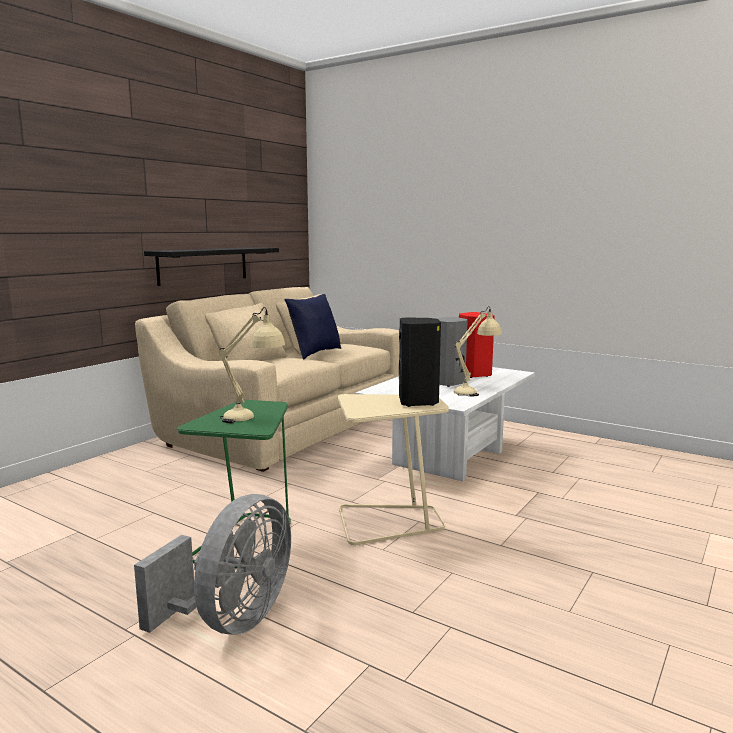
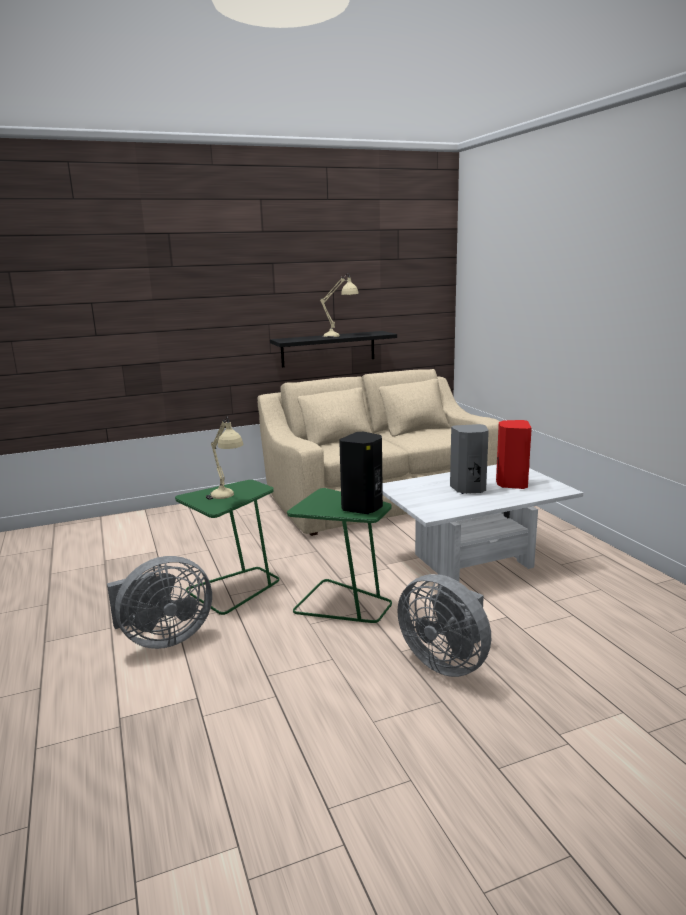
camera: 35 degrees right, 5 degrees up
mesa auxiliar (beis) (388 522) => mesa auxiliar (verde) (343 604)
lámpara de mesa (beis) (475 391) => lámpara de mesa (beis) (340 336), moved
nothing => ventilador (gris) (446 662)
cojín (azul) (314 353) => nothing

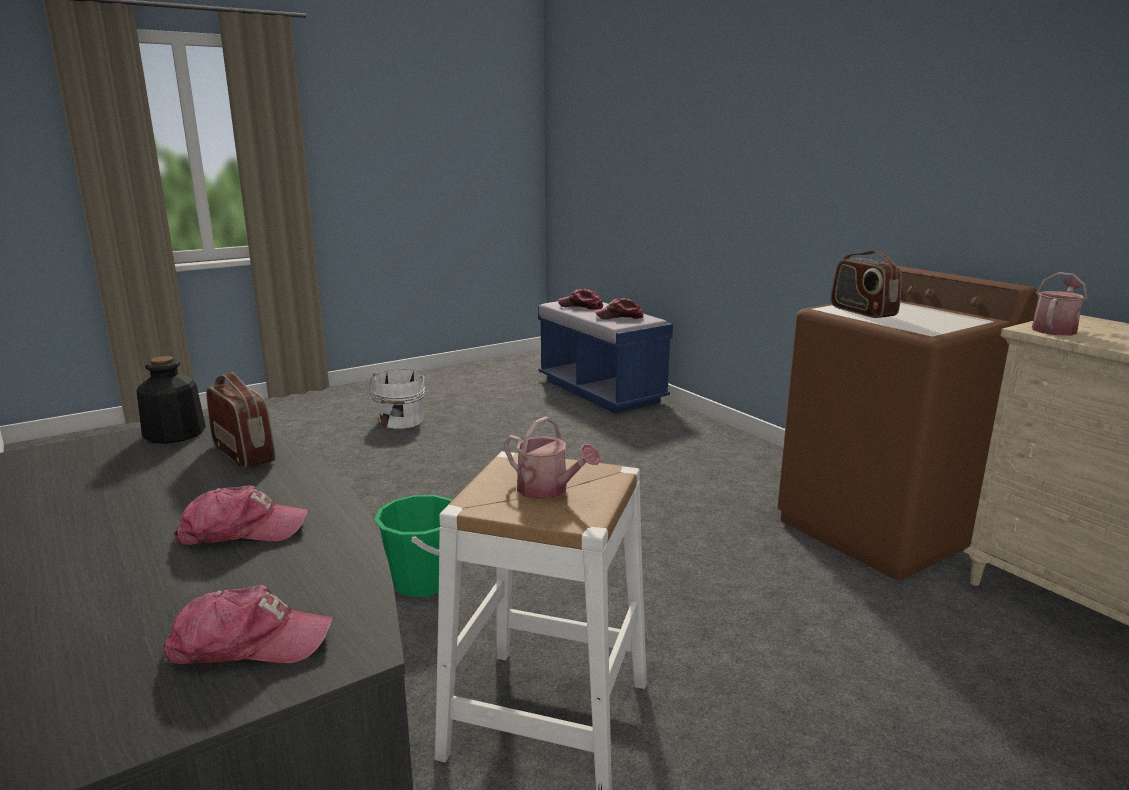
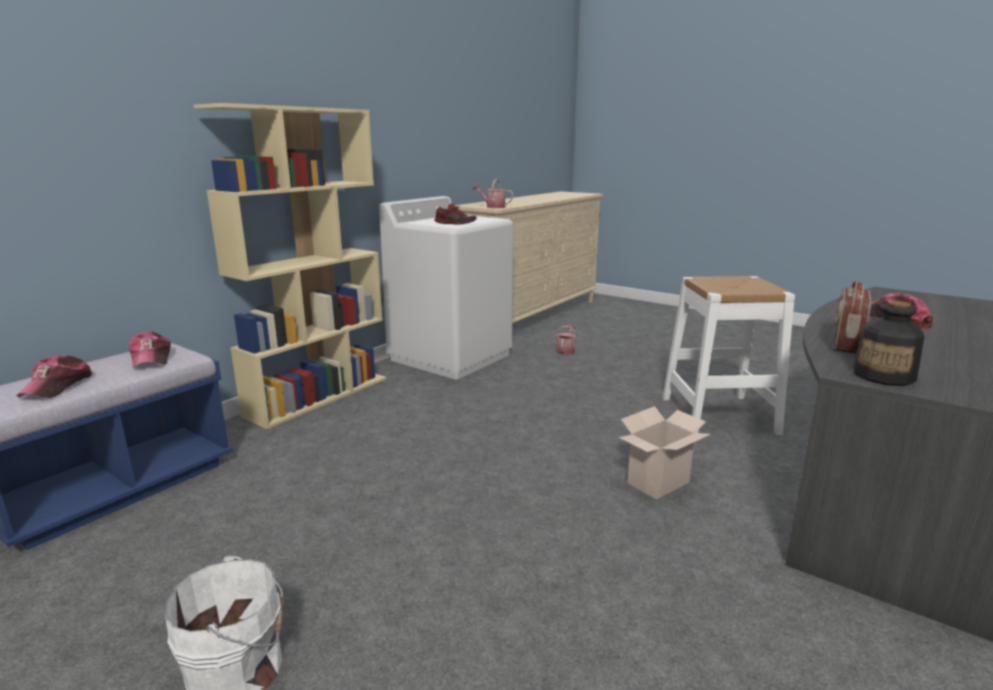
camera: 110 degrees left, 0 degrees up
nothing => estantería (beis) (318 396)
lavadora (marrón) (881 529) => lavadora (blanco) (451 357)
radio (862 312) => zapato (455 223)
regadera (548 490) => regadera (566 350), moved
cubo (verde) (423 582) => caja de cartón (658 484)
gorra (249 644) => nothing

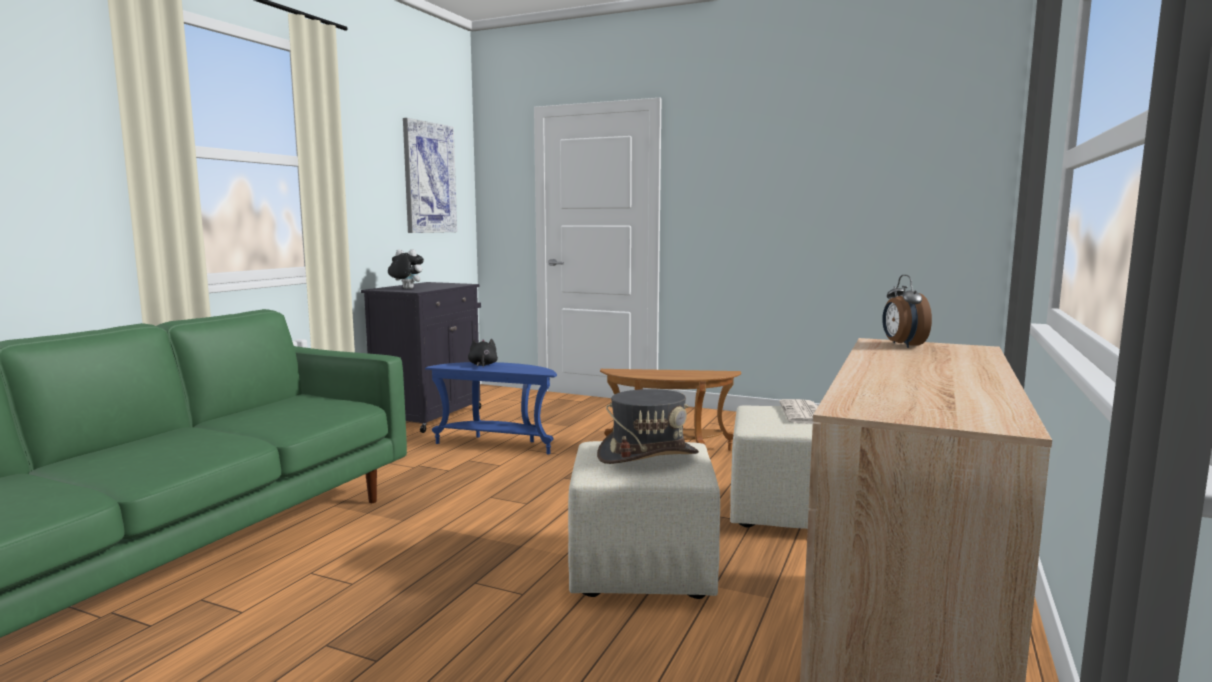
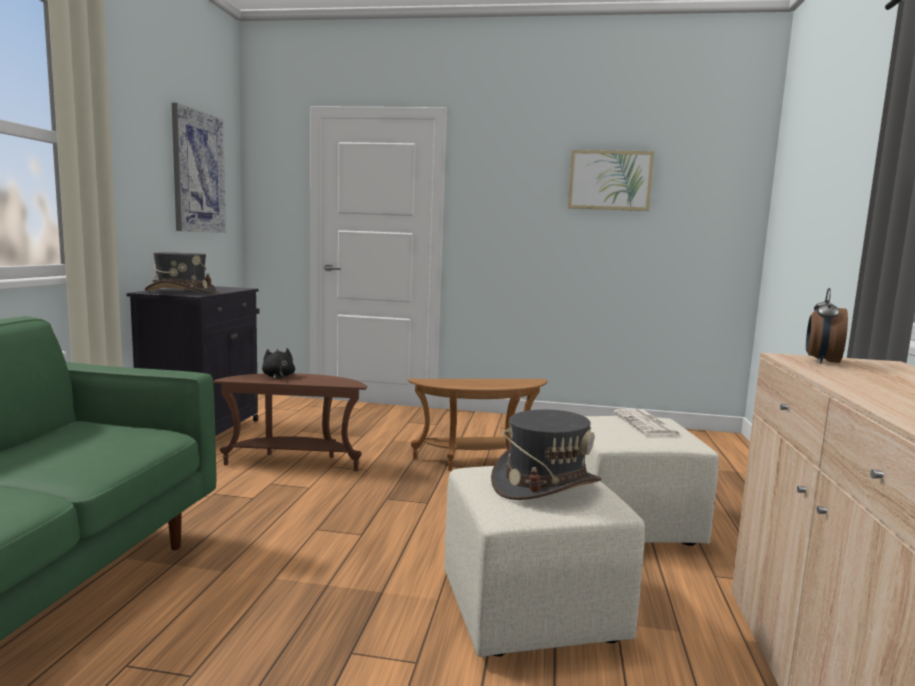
camera: 15 degrees left, 0 degrees up
peluche (406 288) => sombrero (gris) (181 292)
mesa auxiliar (azul) (497 444) => mesa auxiliar (marrón) (295 462)
nothing => cuadro (609 180)
despertador (902 345) => despertador (821 361), 45 degrees clockwise

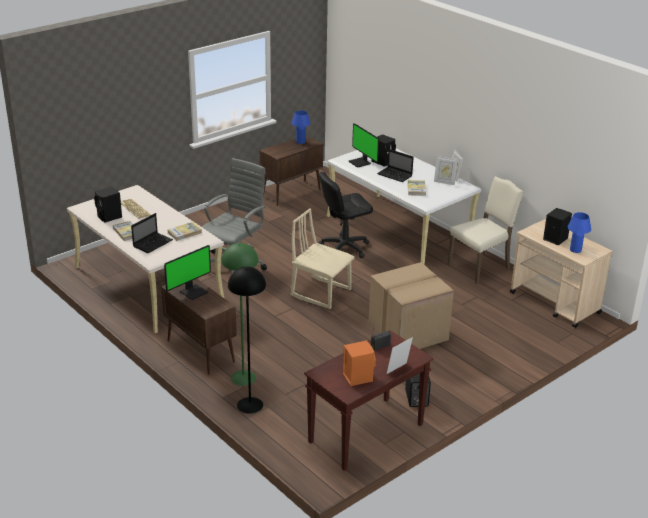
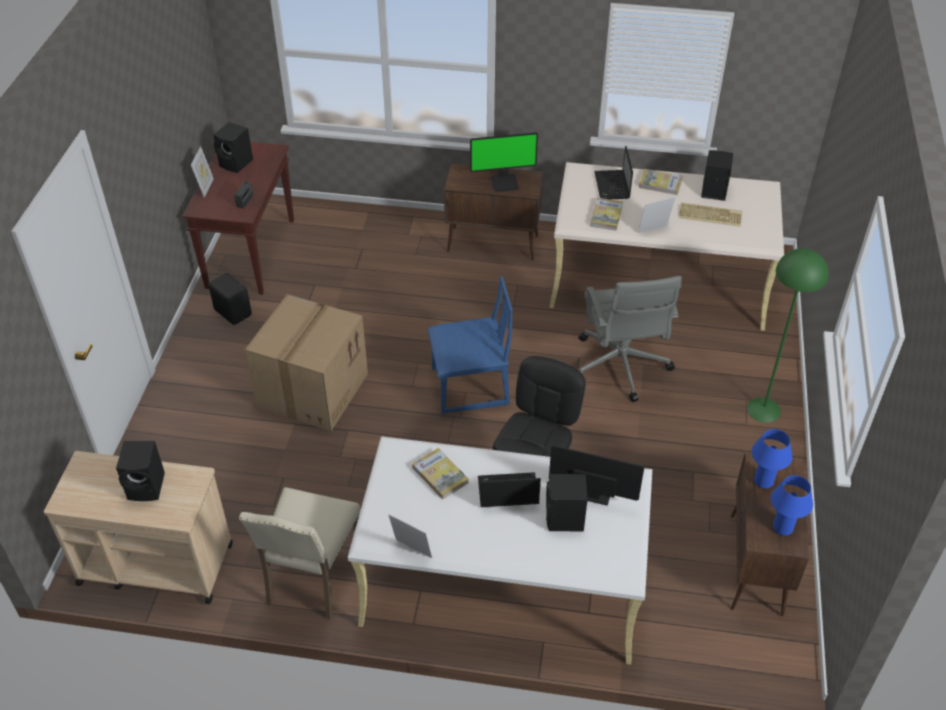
camera: 140 degrees right, 15 degrees up
altavoz (naranja) (357 377) => altavoz (negro) (237 163)
silla (beis) (321 292) => silla (azul) (470 387)
monitor (193 291) => monitor (505 182), 105 degrees counterclockwise
portarretratos (444 182) => portarretratos (654 231), moved
lámpara de pie (verde) (243 377) => lámpara de pie (verde) (764 410), moved
lámpara de mesa (azul) (575 250) => lámpara de mesa (azul) (763 481), moved
lámpara de pie (negro) (249 405) => nothing

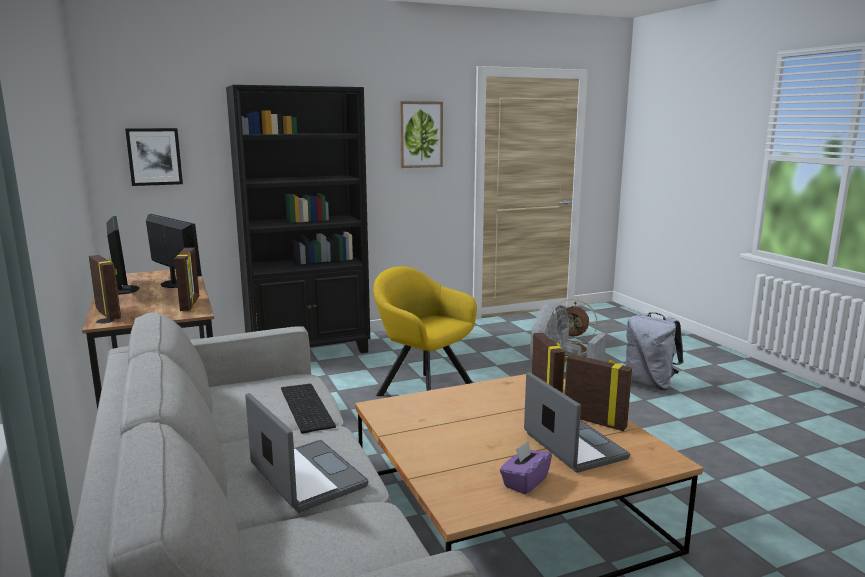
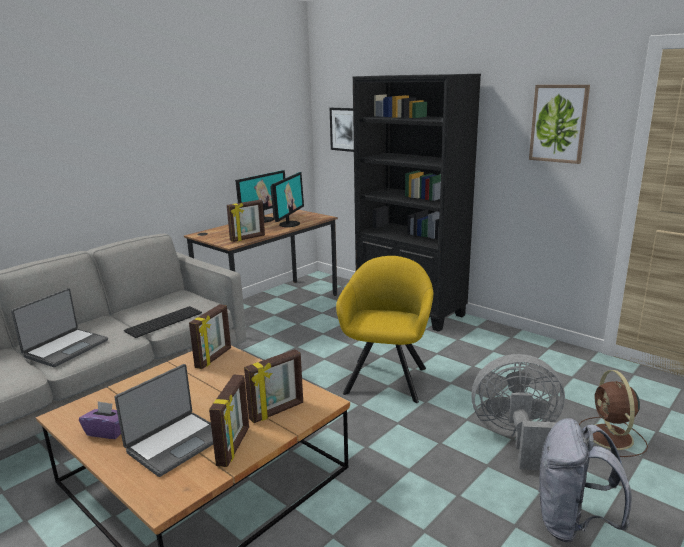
camera: 65 degrees right, 5 degrees up
portarretratos (109 314) => portarretratos (214 358), moved

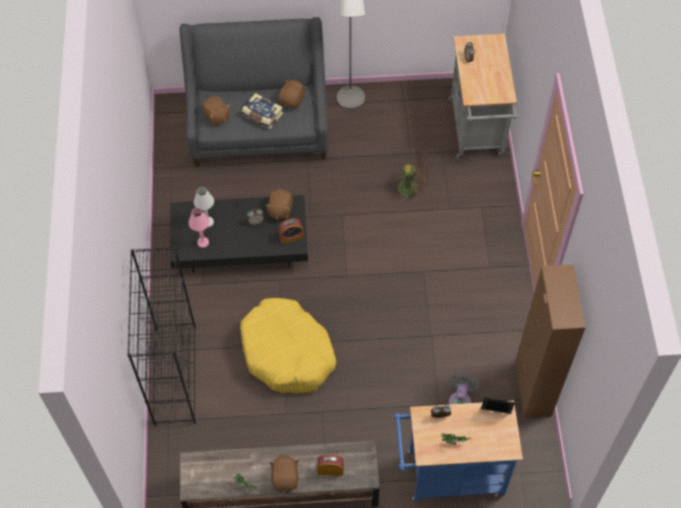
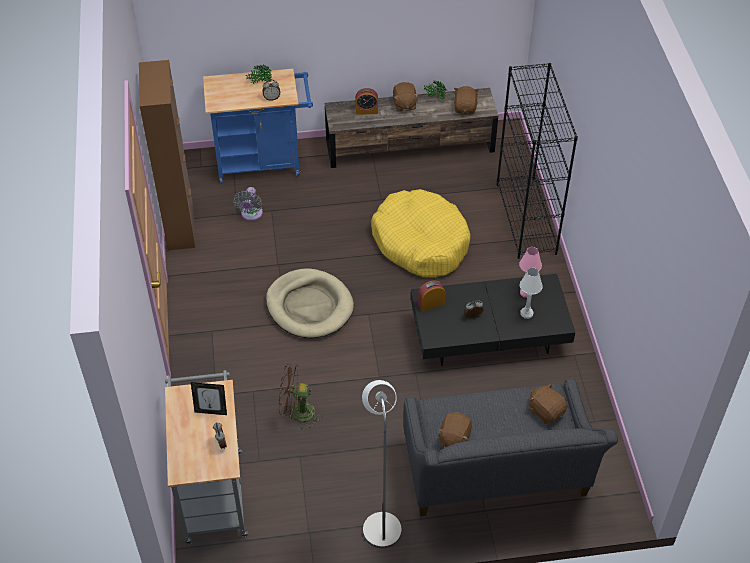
camera: 175 degrees right, 10 degrees down
portarretratos (495 413) => portarretratos (211 411), moved
nothing => cama para perro (beis) (309 306)
peluche (marrón) (280 210) => peluche (marrón) (465 108), moved
libro (262 116) => nothing

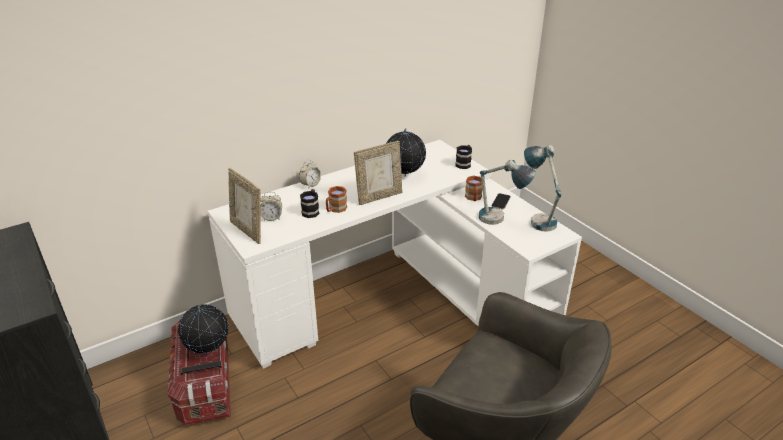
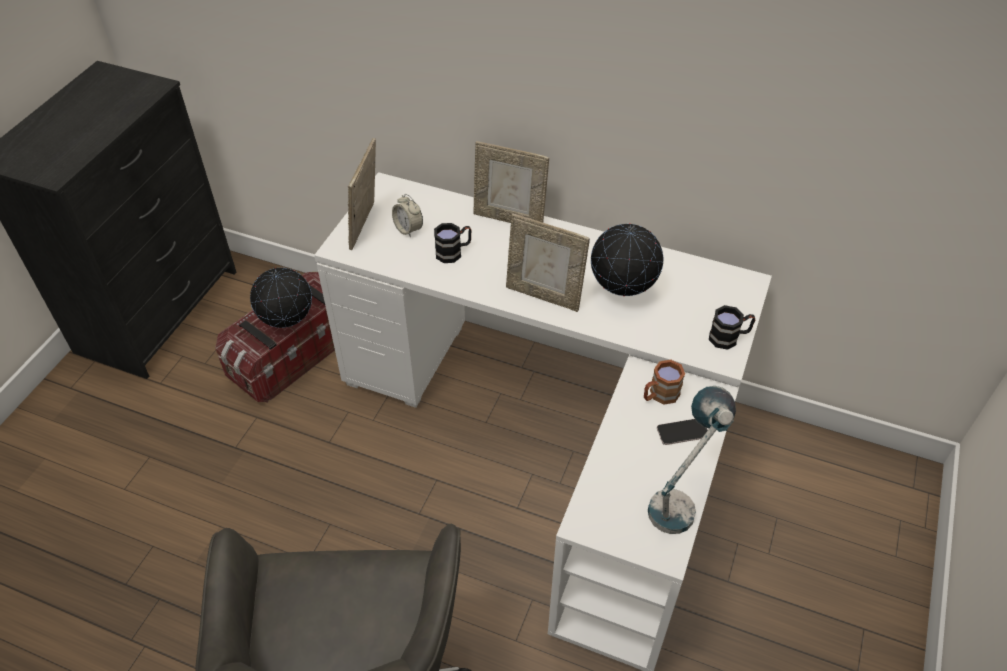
camera: 55 degrees right, 15 degrees up
despertador (310 185) => portarretratos (509 218)
taza grande (marrón) (335 209) => nothing
lámpara de mesa (500 222) => nothing

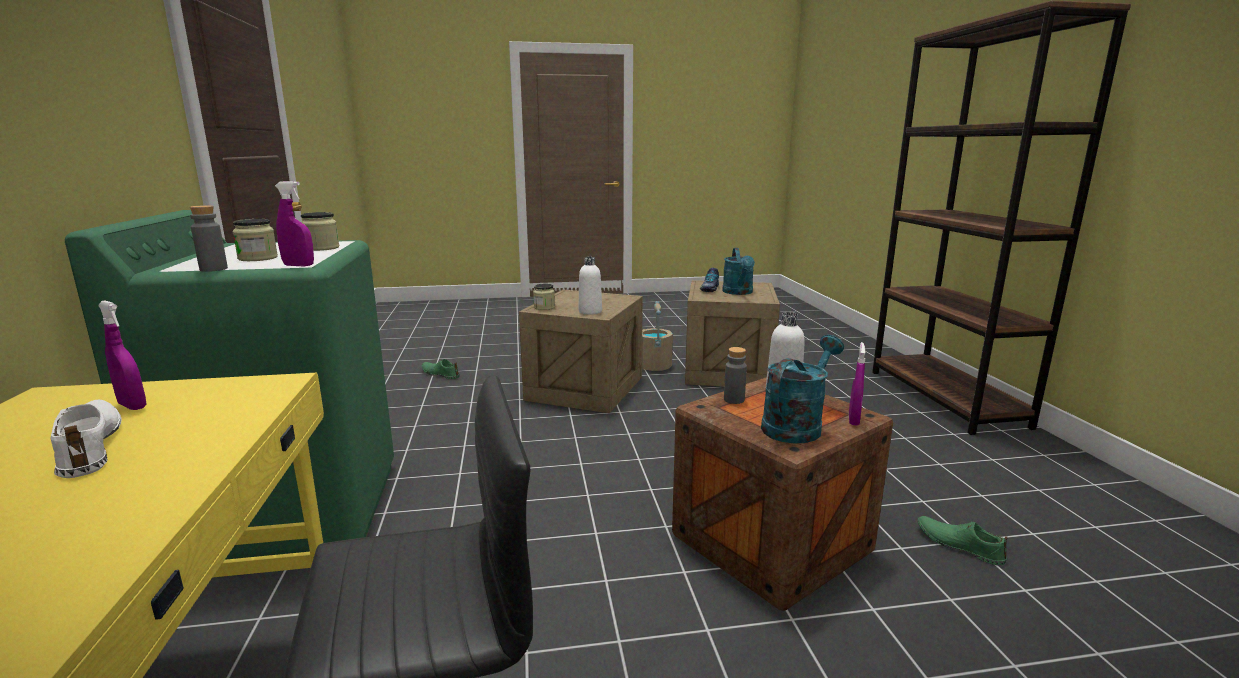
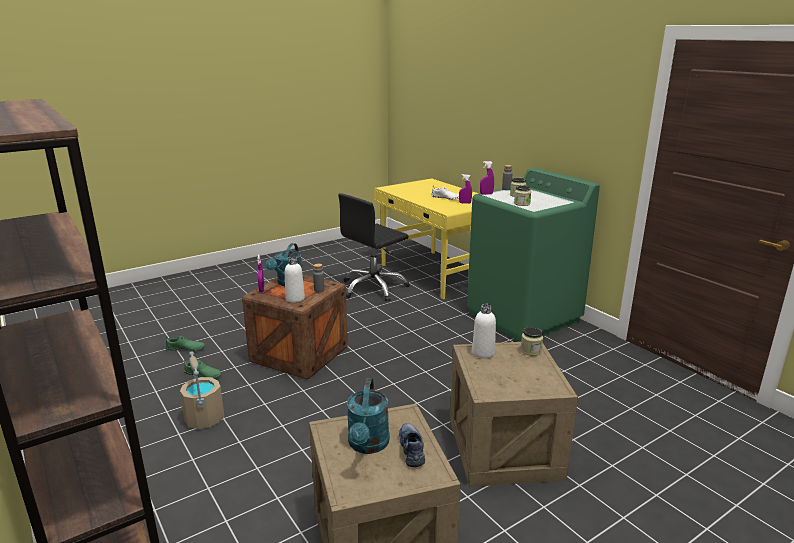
camera: 155 degrees right, 5 degrees up
zapato (verde) (440 374) => zapato (verde) (186 349), moved
cubo (beis) (654 366) => cubo (beis) (204 418), moved
regadera (turquesa) (739 292) => regadera (turquesa) (368 445), 150 degrees counterclockwise

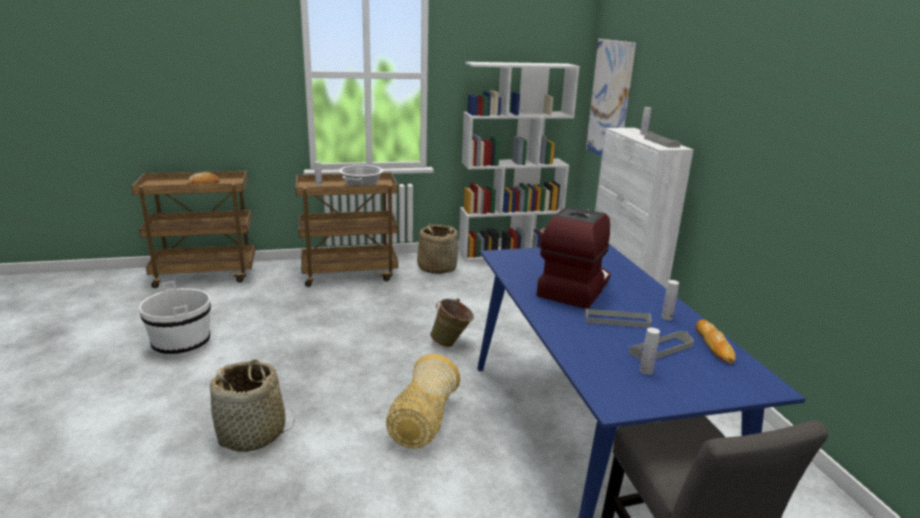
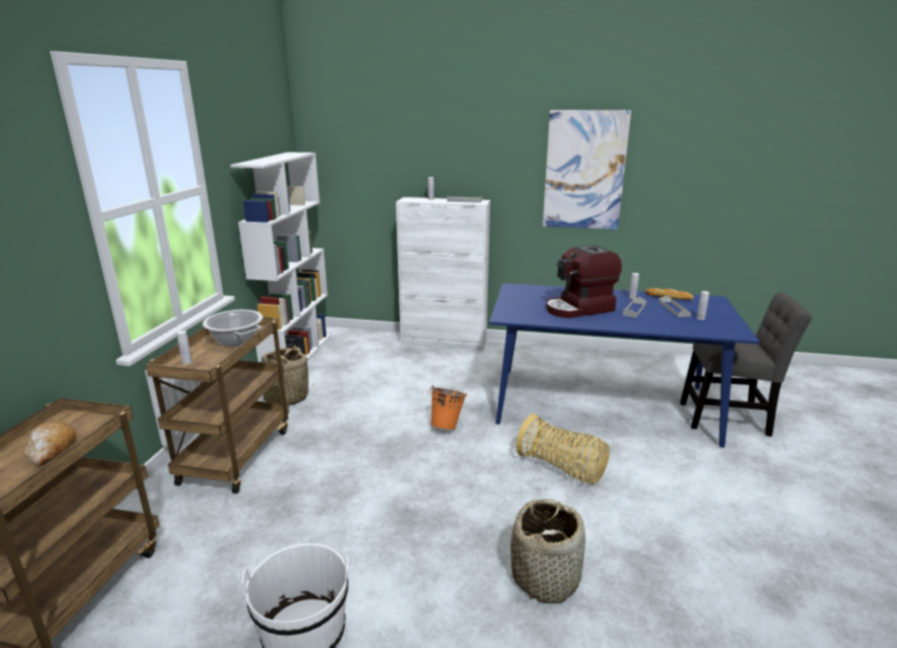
camera: 65 degrees left, 0 degrees up
cubo (verde) (452 343) => cubo (naranja) (447 426)
cuadro (609 100) => cuadro (584 171), moved
cafetera (573 288) => cafetera (579 309), 75 degrees counterclockwise

